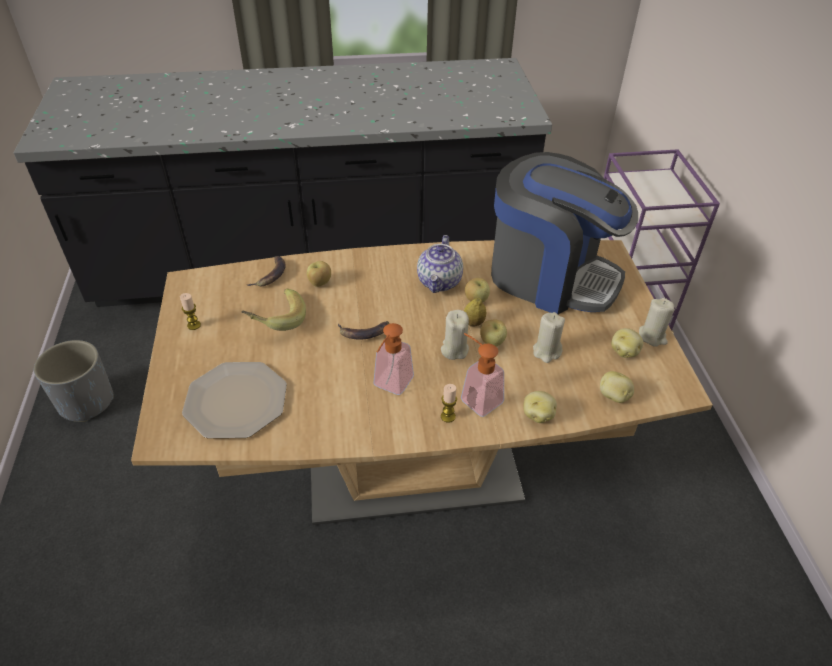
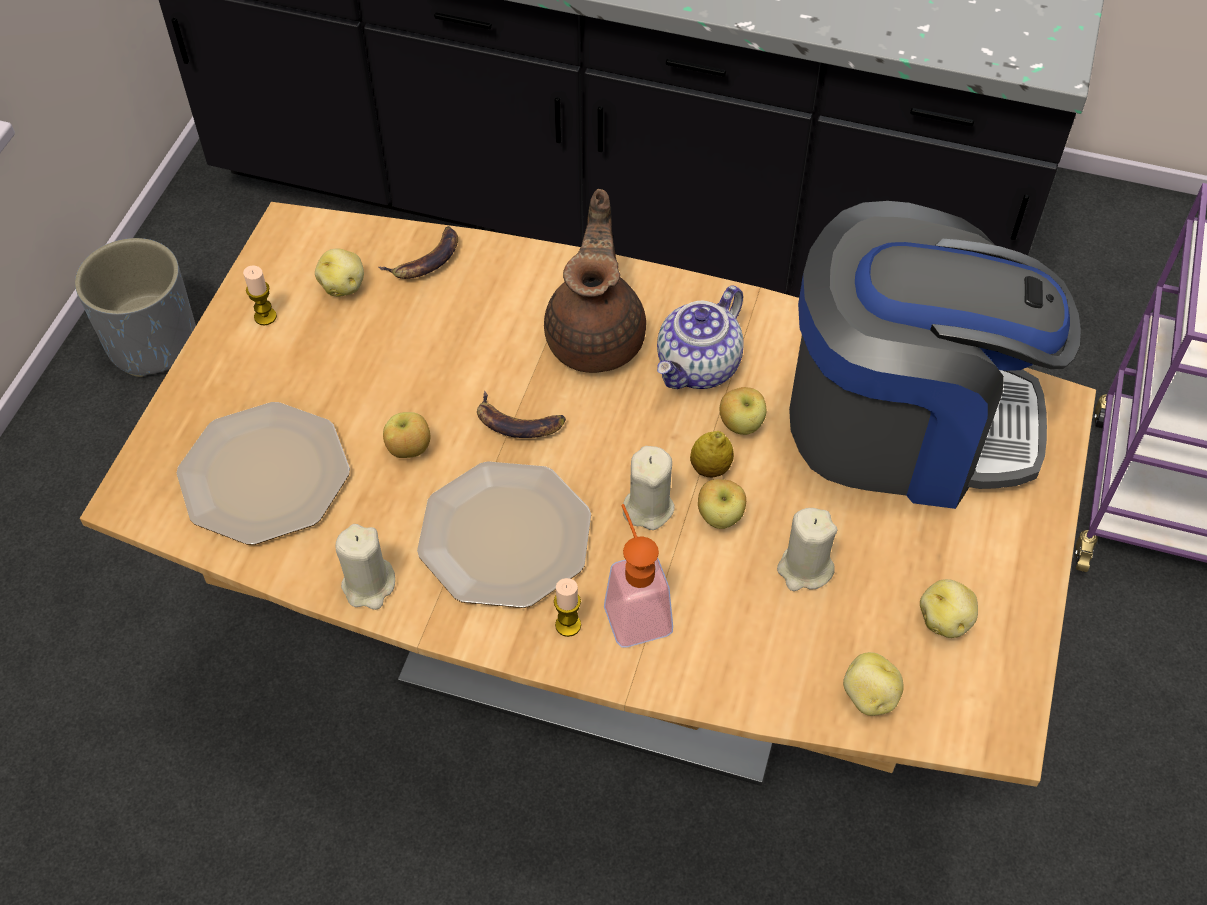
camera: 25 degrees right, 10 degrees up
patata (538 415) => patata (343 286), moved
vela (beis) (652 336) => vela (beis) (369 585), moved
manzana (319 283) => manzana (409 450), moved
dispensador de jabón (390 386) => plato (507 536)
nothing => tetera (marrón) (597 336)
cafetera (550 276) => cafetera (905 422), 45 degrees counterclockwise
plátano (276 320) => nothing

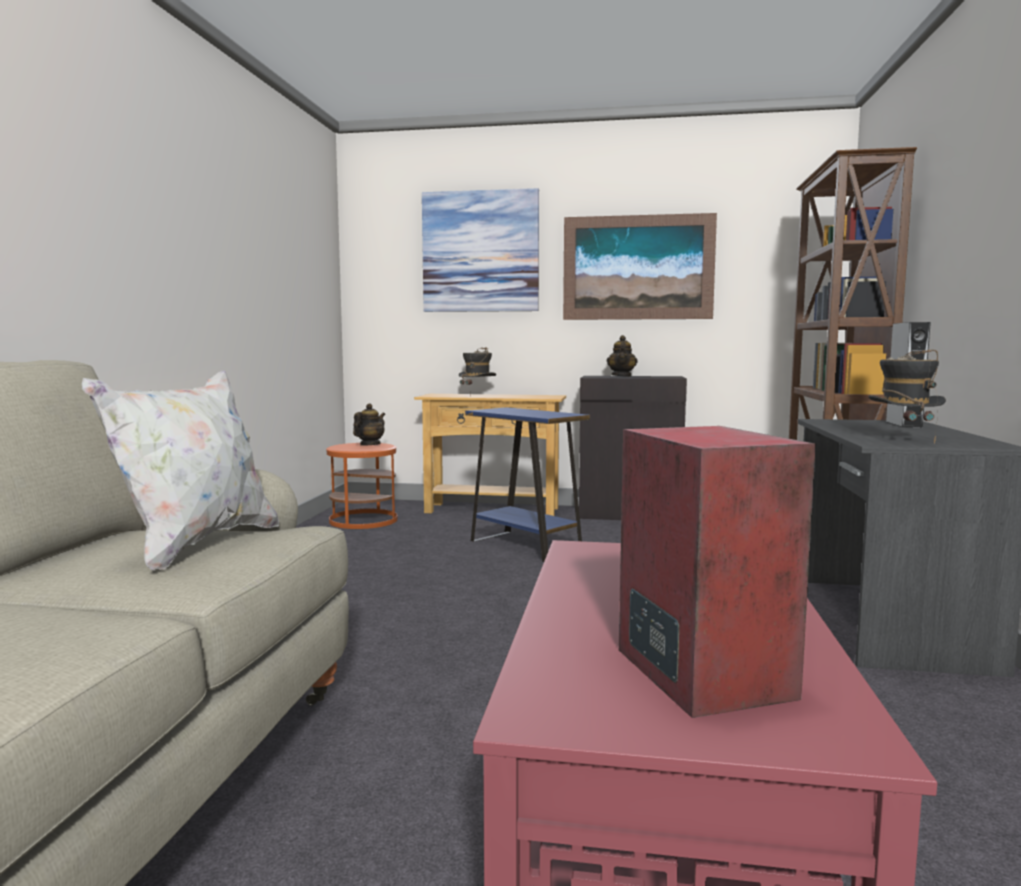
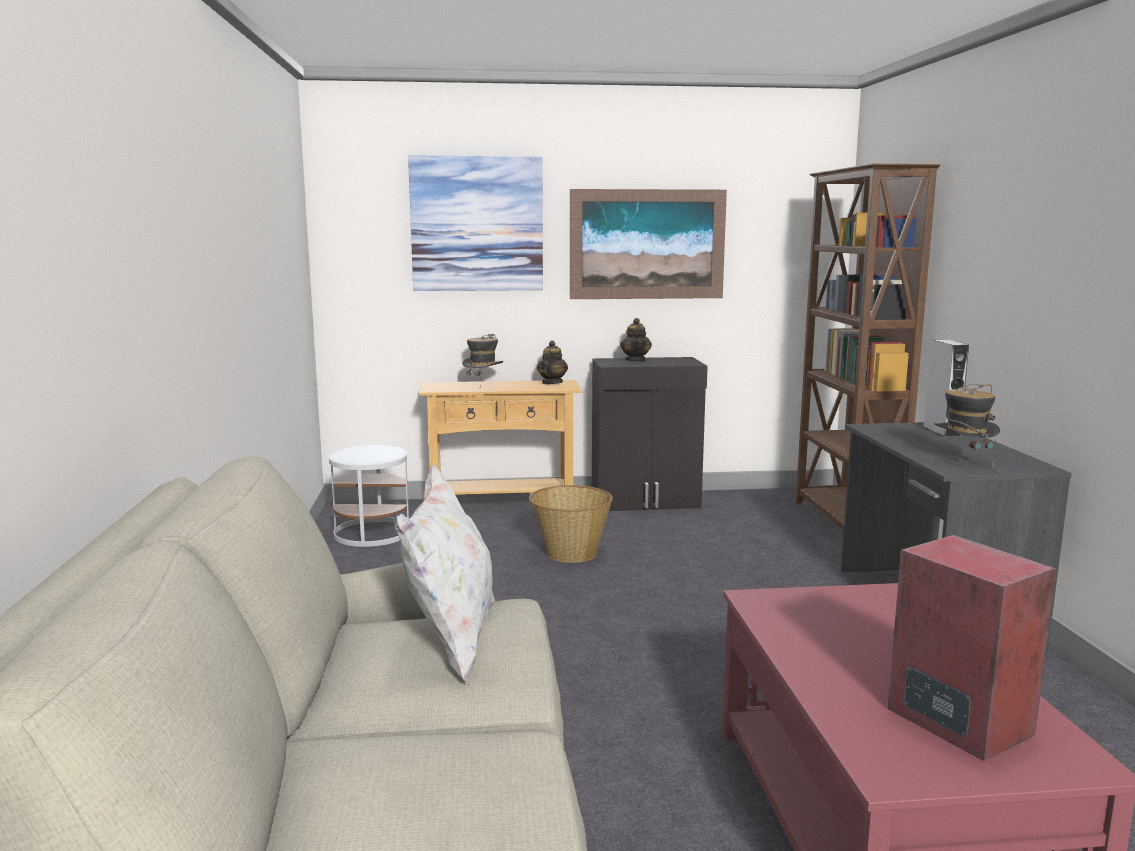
camera: 15 degrees left, 5 degrees up
mesa auxiliar (naranja) (363 520) => mesa auxiliar (blanco) (371 533)
mesa auxiliar (azul) (525 546) => cesta (570 553)
tetera (369 445) => tetera (551 383), moved

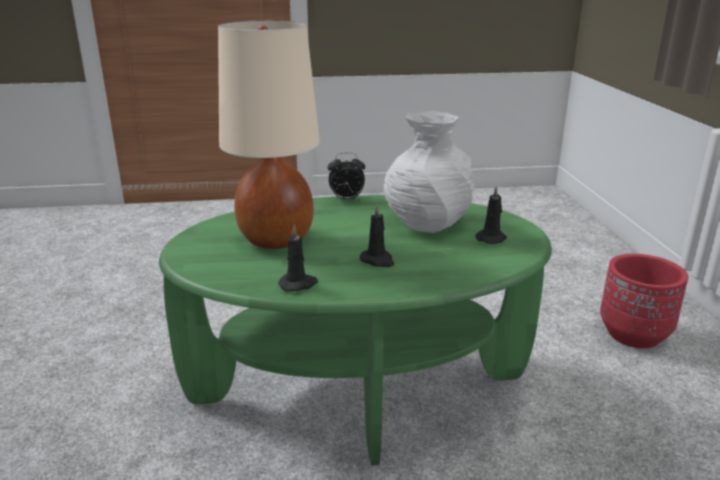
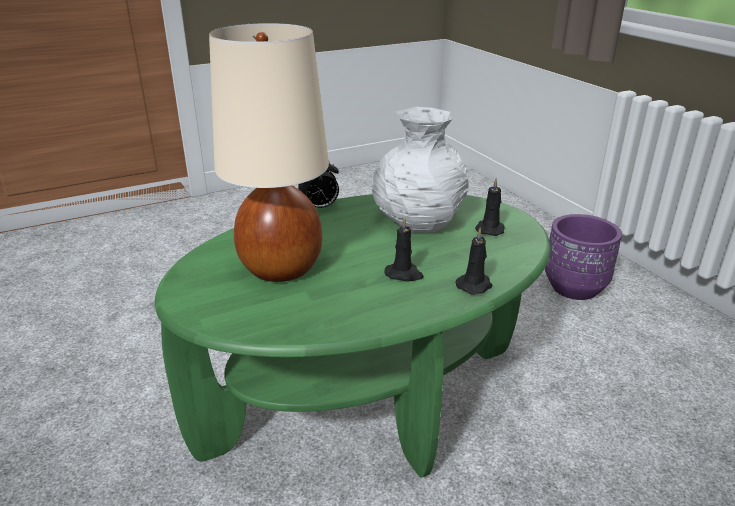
camera: 20 degrees left, 5 degrees up
vela (negro) (298 284) => vela (negro) (475 285), moved
maceta (rojo) (634 334) => maceta (morado) (575 288)

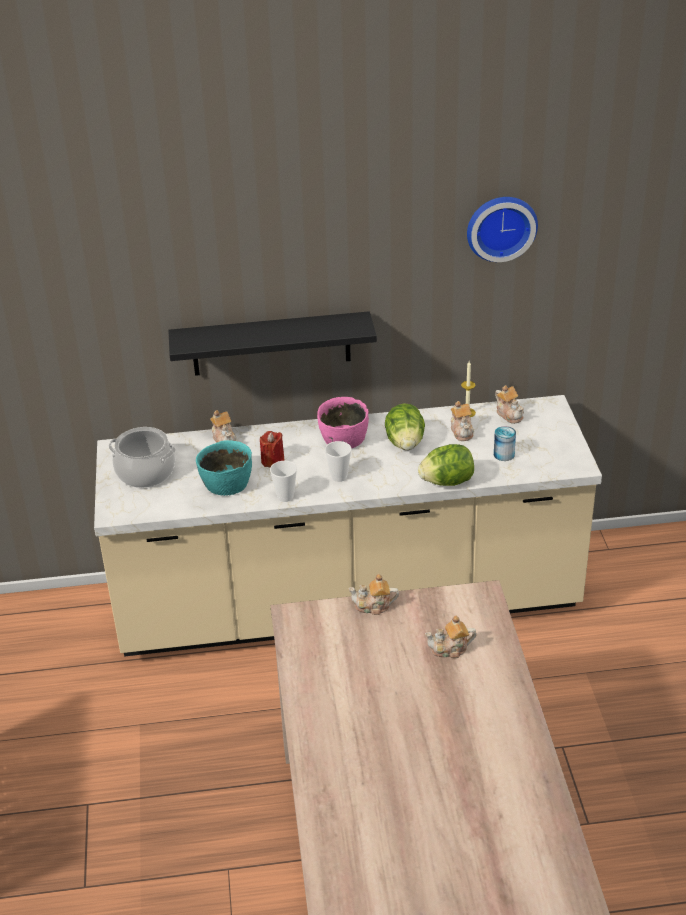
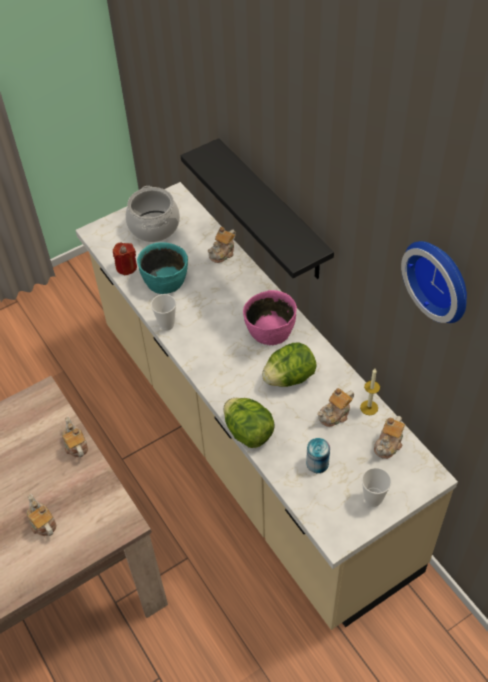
camera: 65 degrees right, 15 degrees up
vela (rojo) (272 461) => vela (rojo) (126 267), moved
taza (339 477) => taza (373 499), moved

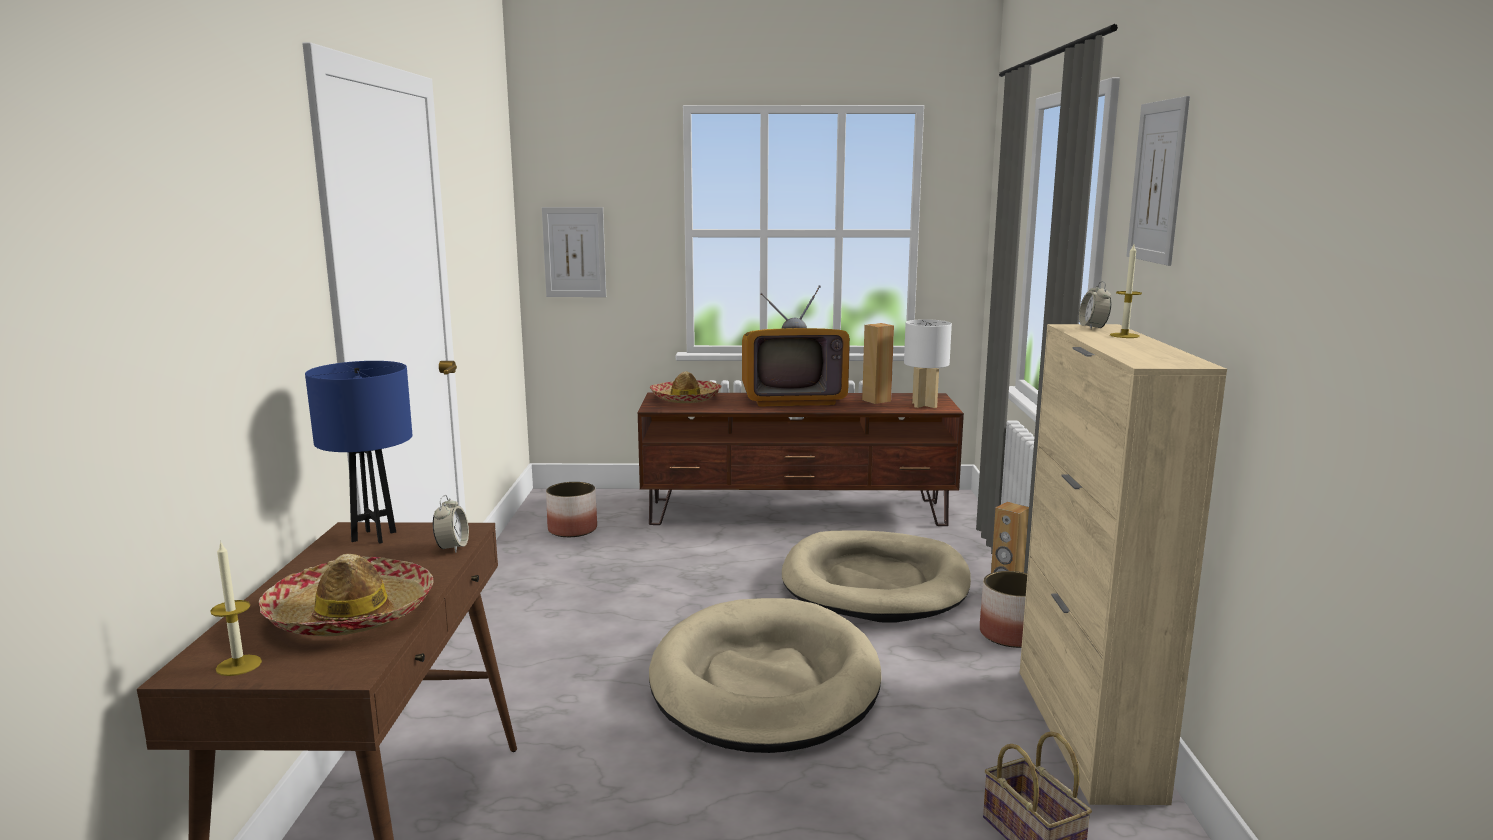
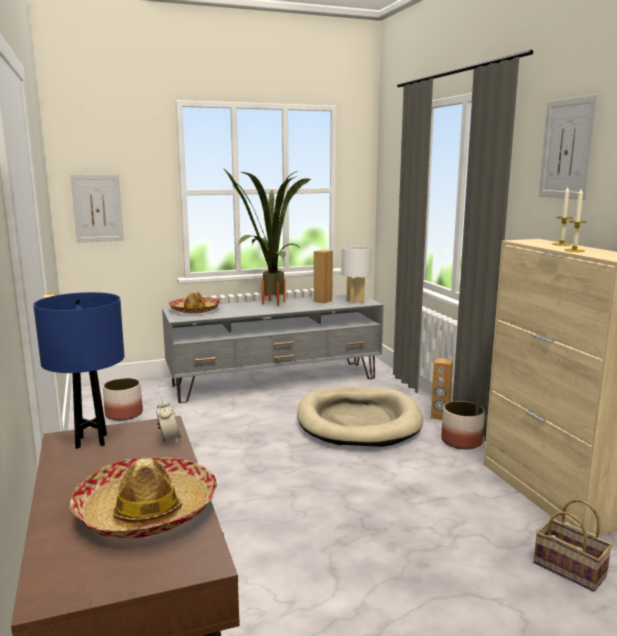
camera: 20 degrees left, 0 degrees up
mueble de televisión (marrón) (798 512) => mueble de televisión (gris) (276 381)
televisor (793 399) => planta en maceta (268 304)
vela (238 665) => vela (574 250), moved
cama para perro (beis) (765 683) => nothing
despertador (1093 328) => nothing

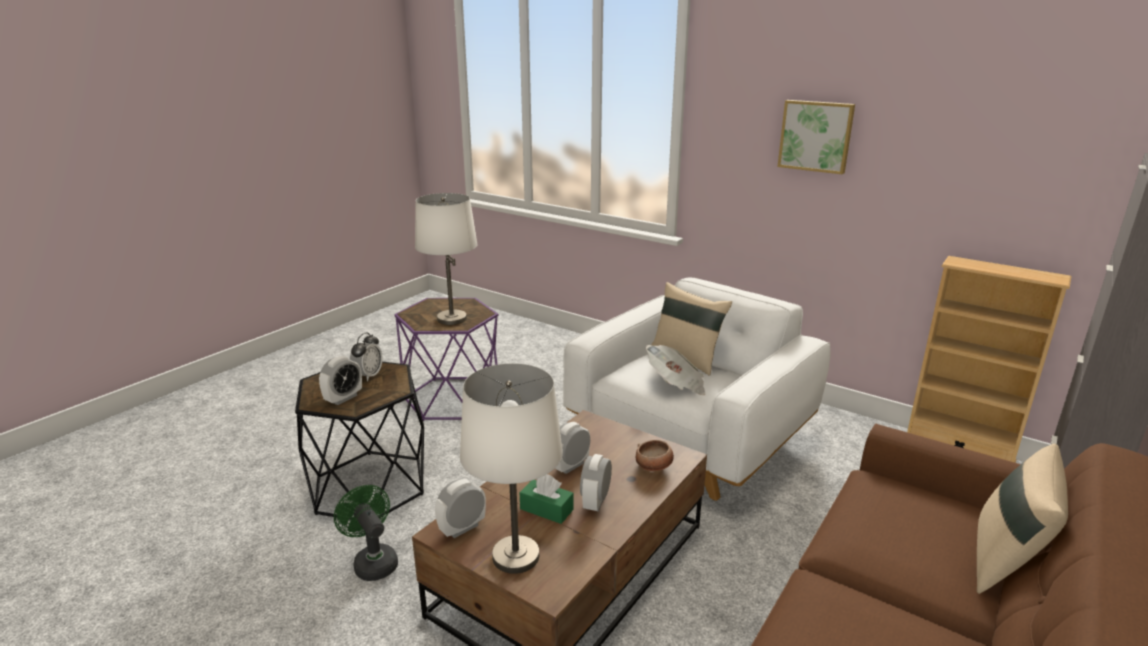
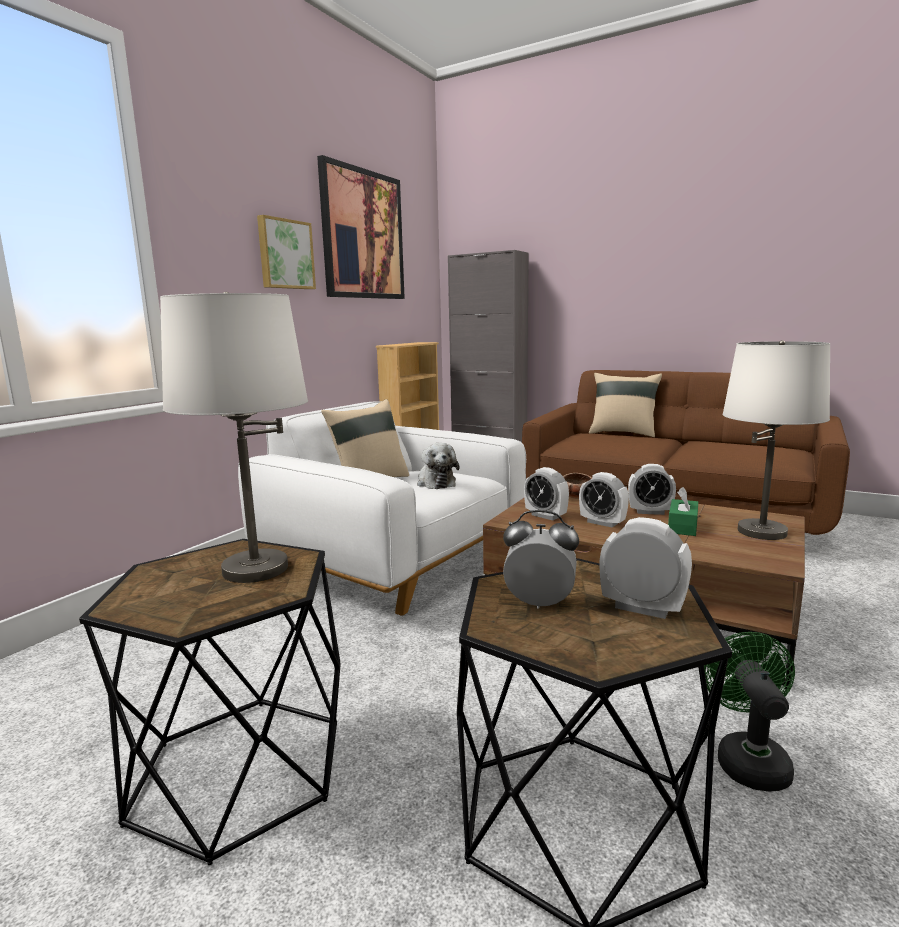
camera: 95 degrees left, 10 degrees down
mesa auxiliar (morado) (452 399) => mesa auxiliar (negro) (240 771)
nothing => cuadro (363 235)
periódico (676 384) => peluche (435 482)
despertador (462 528) => despertador (545 516), moved
ventilador (verde) (373 561) => ventilador (verde) (748 759), 135 degrees clockwise

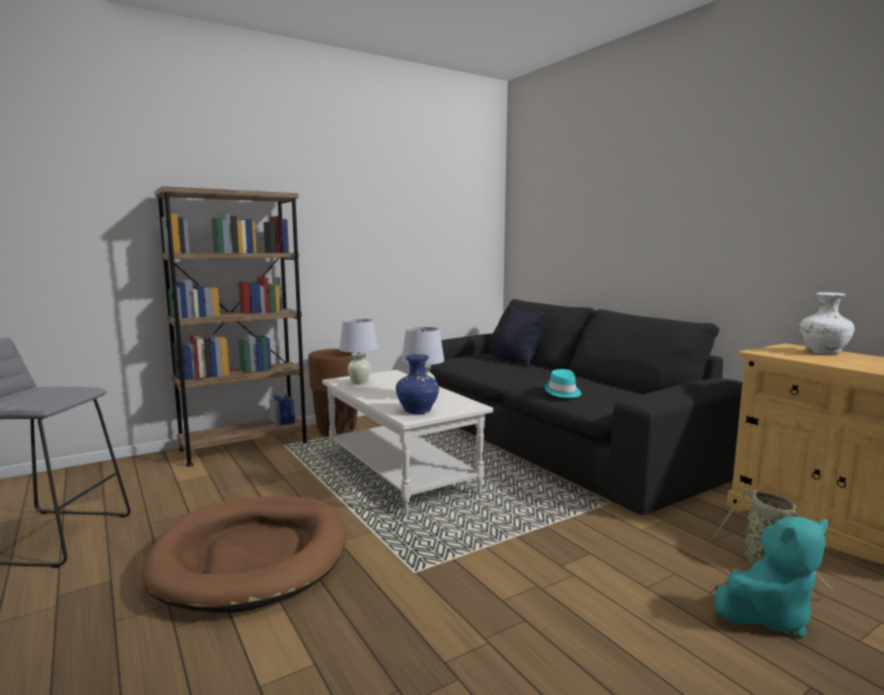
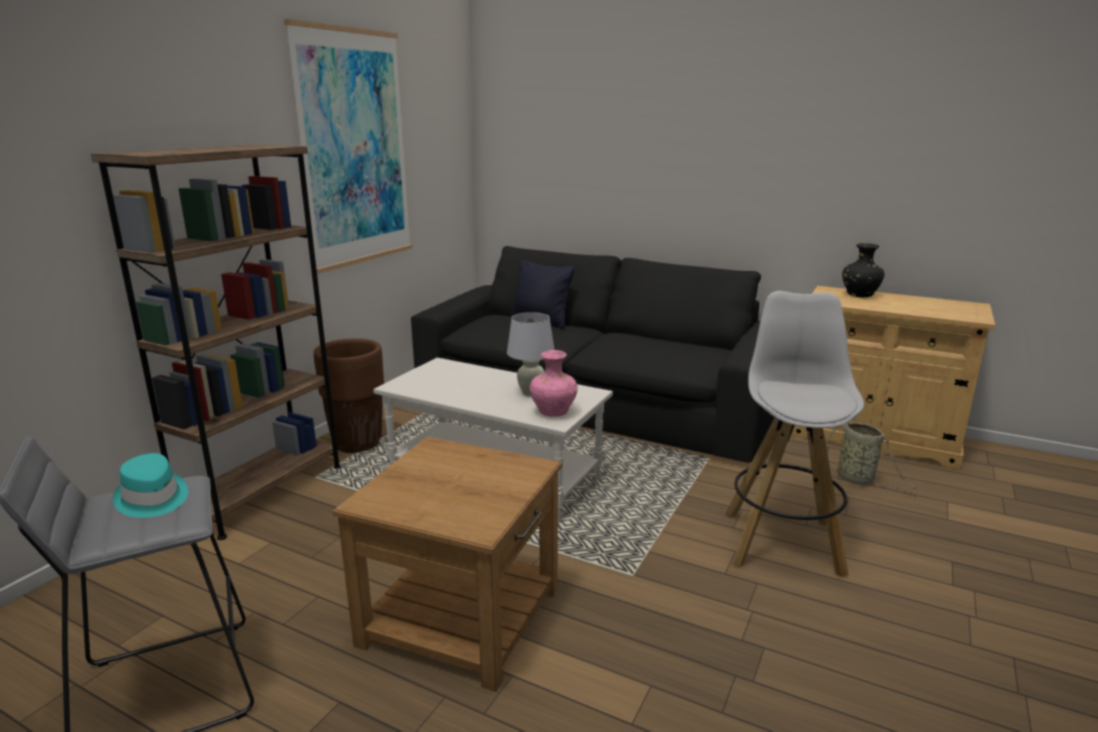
camera: 30 degrees left, 10 degrees up
sombrero (turquesa) (563 392) => sombrero (turquesa) (152 498), moved
nothing => cuadro (354 149)
cama para perro (marrón) (252 556) => mesa auxiliar (marrón) (462 616)
florero (azul) (417 412) => florero (rosa) (553 412)
nothing => taburete (blanco) (782 541)
florero (blanco) (823 353) => florero (negro) (860 295)
lámpara de mesa (blanco) (359 383) => nothing
peluche (turquesa) (767 616) => nothing

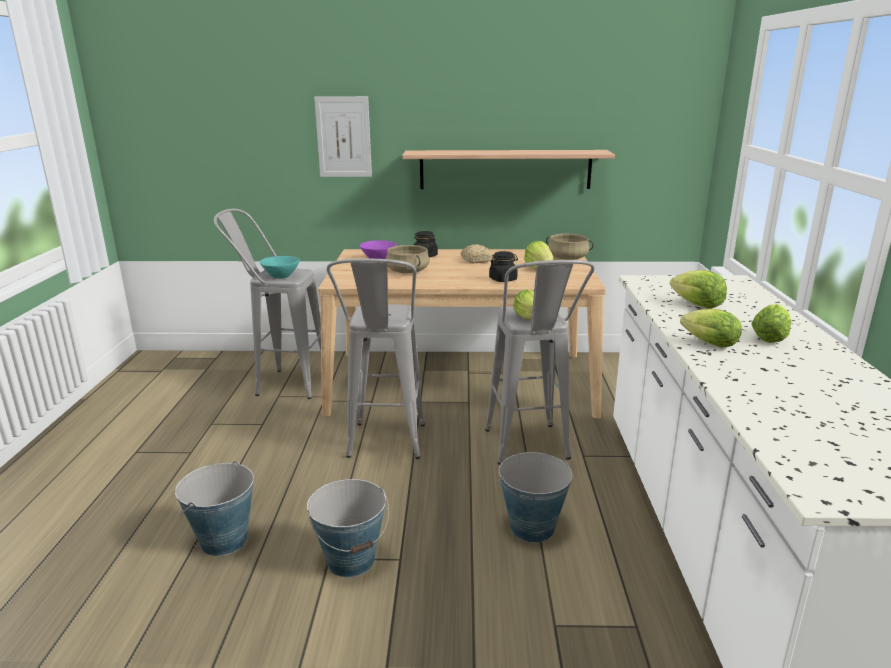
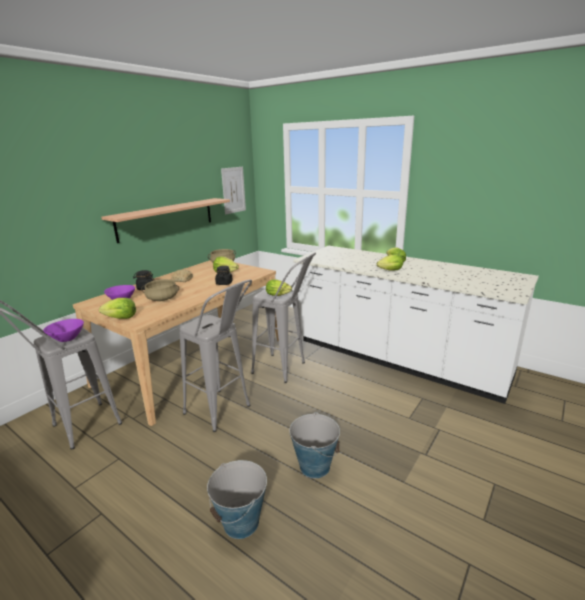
camera: 55 degrees left, 0 degrees up
cuenco (turquesa) (281 276) => cuenco (morado) (67 338)
lechuga (696 305) => lechuga (121 318), moved
cuadro (343 137) => cuadro (233 190), moved
cubo (531 528) => nothing

